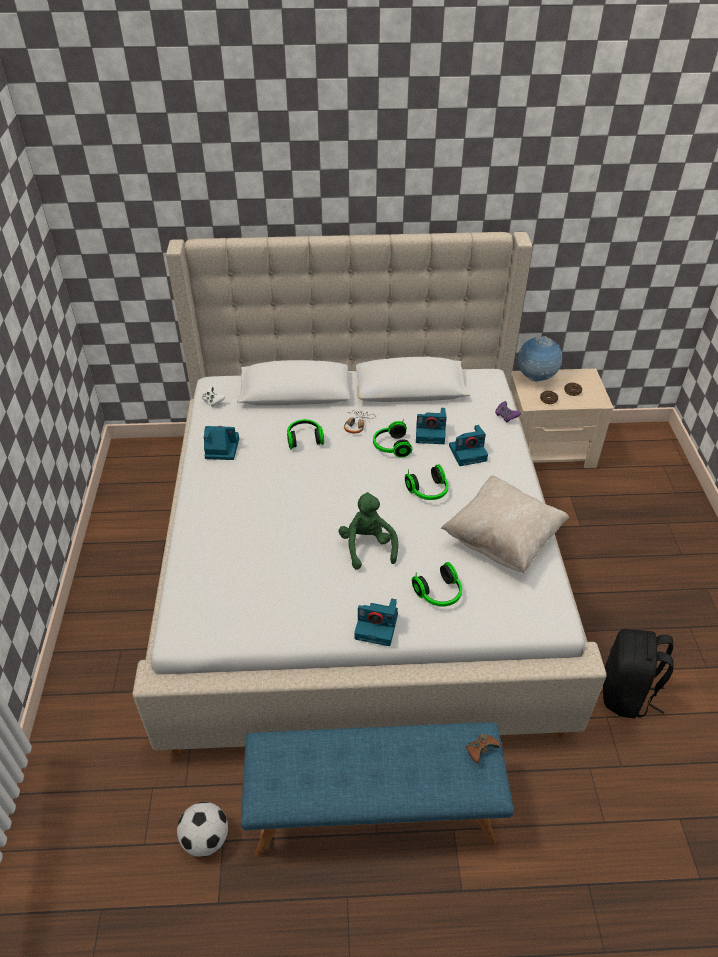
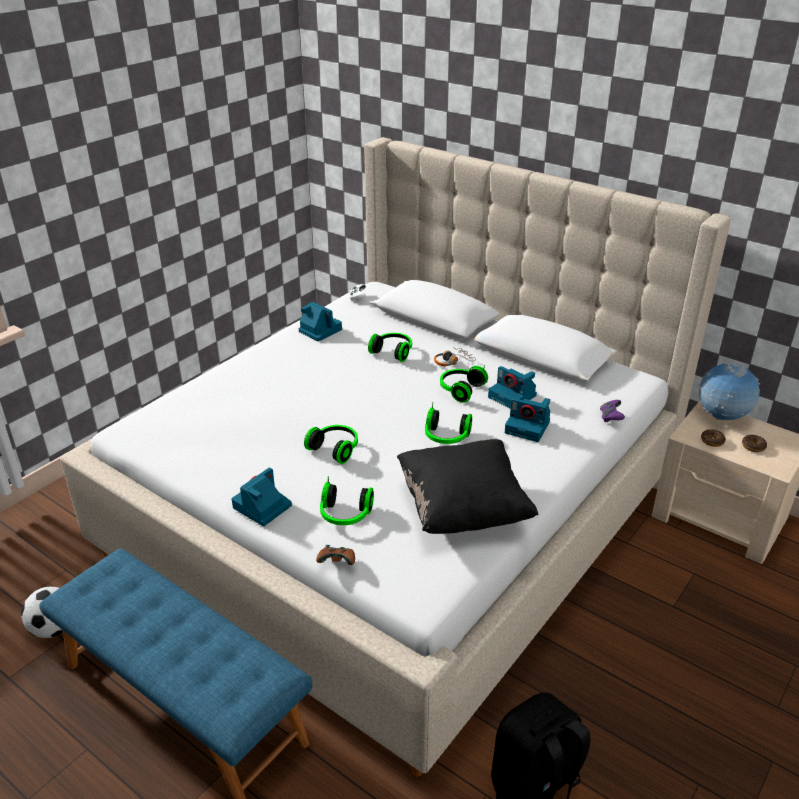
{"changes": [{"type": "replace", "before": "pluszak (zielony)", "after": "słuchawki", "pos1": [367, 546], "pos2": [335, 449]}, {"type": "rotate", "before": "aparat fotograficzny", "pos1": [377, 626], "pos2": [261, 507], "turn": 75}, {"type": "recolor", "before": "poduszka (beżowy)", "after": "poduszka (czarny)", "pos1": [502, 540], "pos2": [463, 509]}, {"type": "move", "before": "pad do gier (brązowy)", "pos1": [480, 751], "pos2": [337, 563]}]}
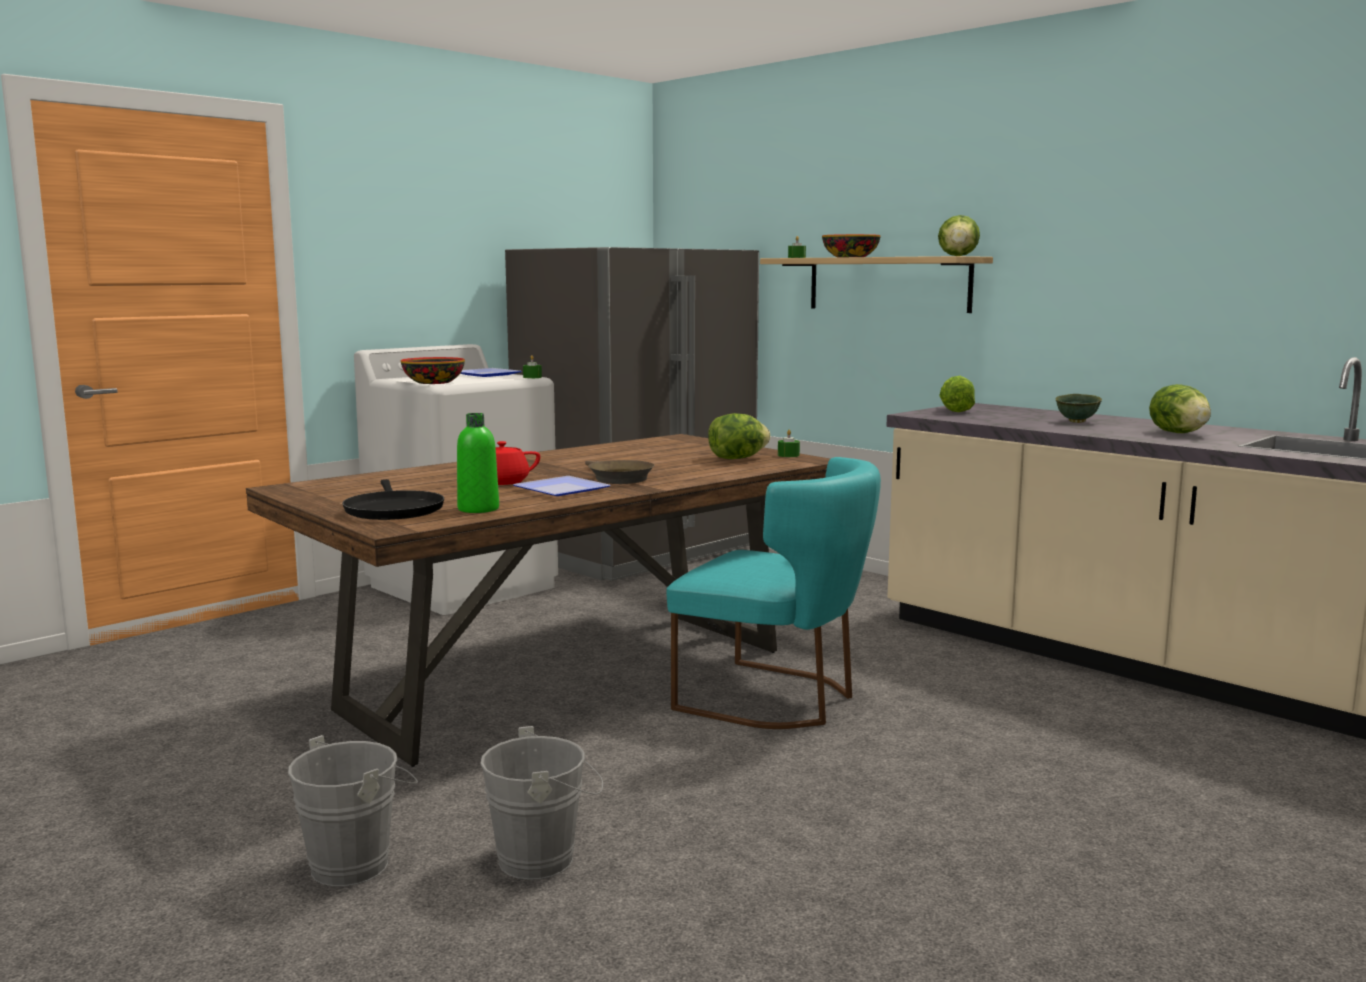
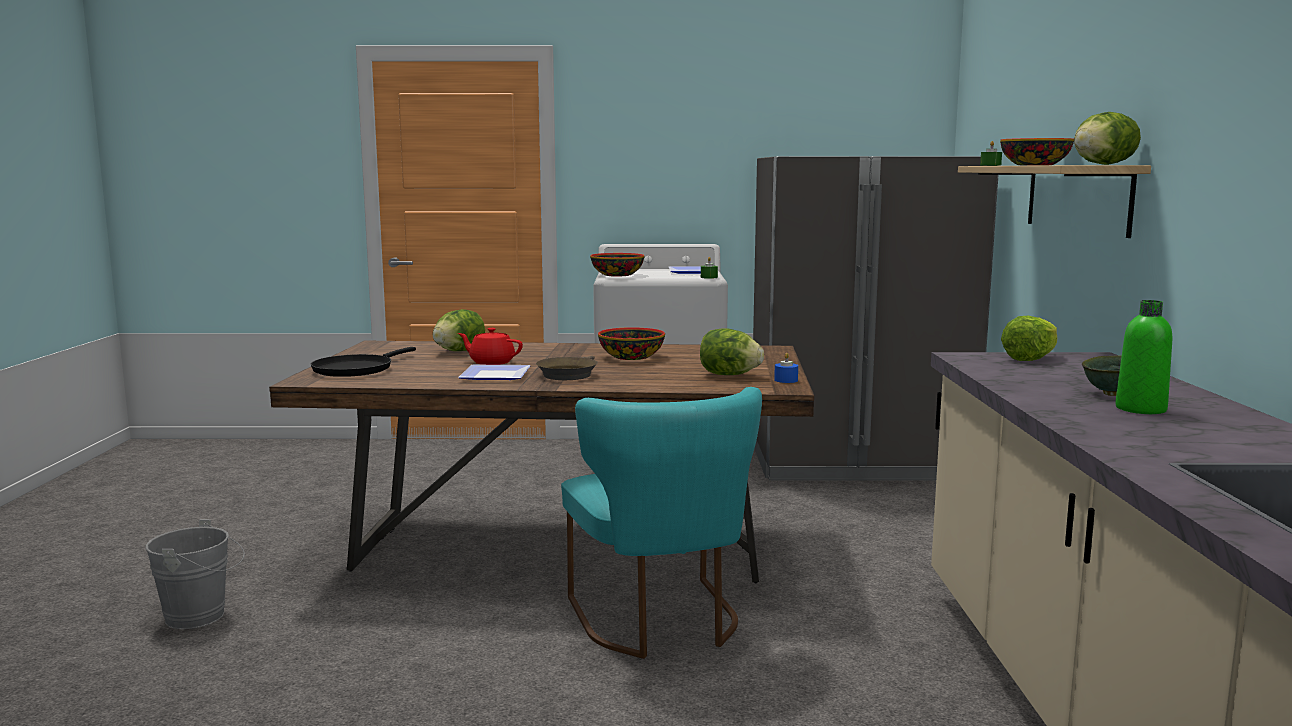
{"changes": [{"type": "move", "before": "butelka (zielony)", "pos1": [478, 509], "pos2": [1140, 409]}, {"type": "delete", "before": "wiadro (szary)", "pos1": [545, 859]}, {"type": "recolor", "before": "świeca (zielony)", "after": "świeca (niebieski)", "pos1": [788, 455], "pos2": [786, 380]}, {"type": "move", "before": "sałata", "pos1": [1179, 433], "pos2": [459, 351]}, {"type": "insert", "after": "miska", "pos2": [630, 357]}]}
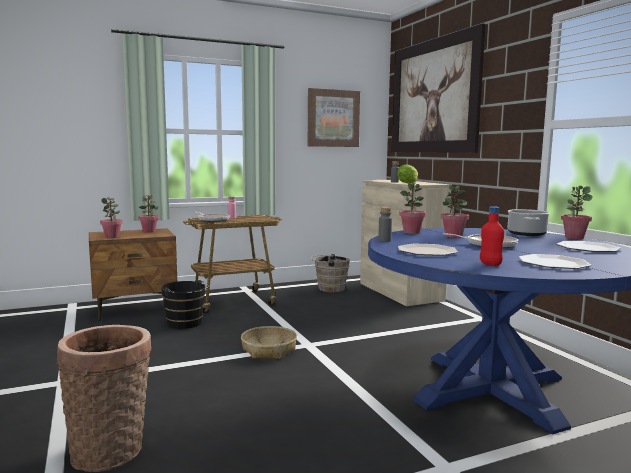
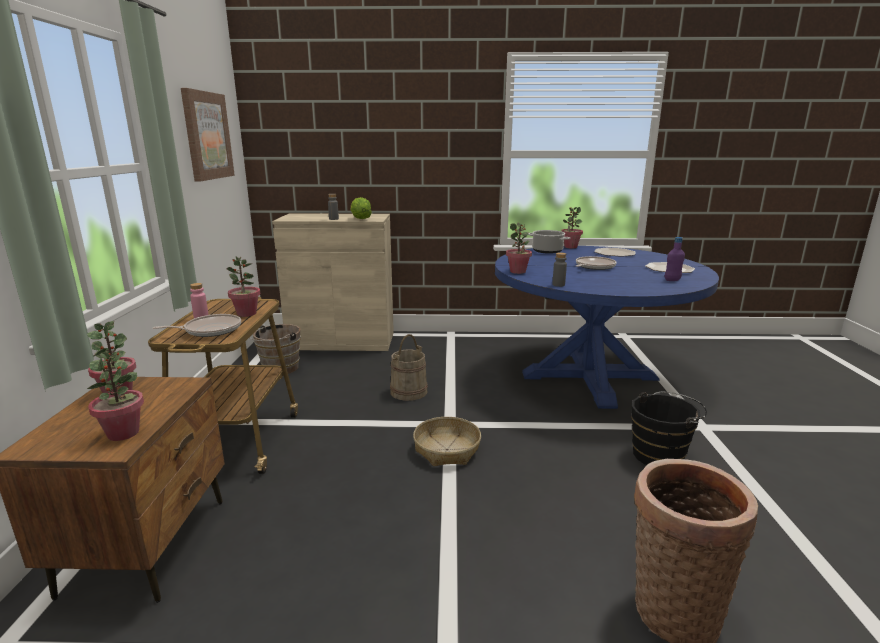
{"changes": [{"type": "move", "before": "wiadro (czarny)", "pos1": [186, 324], "pos2": [661, 455]}, {"type": "delete", "before": "obraz", "pos1": [433, 96]}, {"type": "delete", "before": "talerz", "pos1": [427, 251]}, {"type": "move", "before": "roślina doniczkowa", "pos1": [453, 236], "pos2": [246, 314]}, {"type": "recolor", "before": "butelka (czerwony)", "after": "butelka (fioletowy)", "pos1": [490, 264], "pos2": [672, 280]}, {"type": "insert", "after": "wiadro (beżowy)", "pos2": [408, 391]}]}
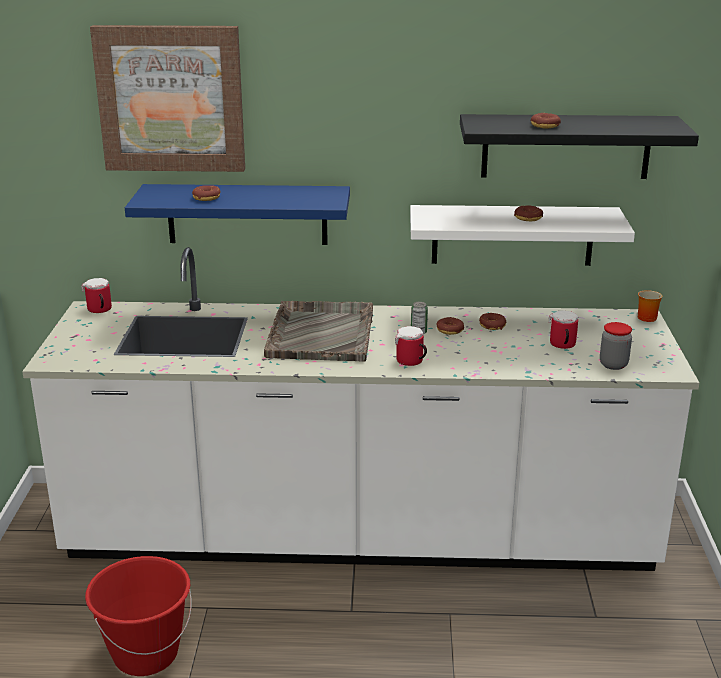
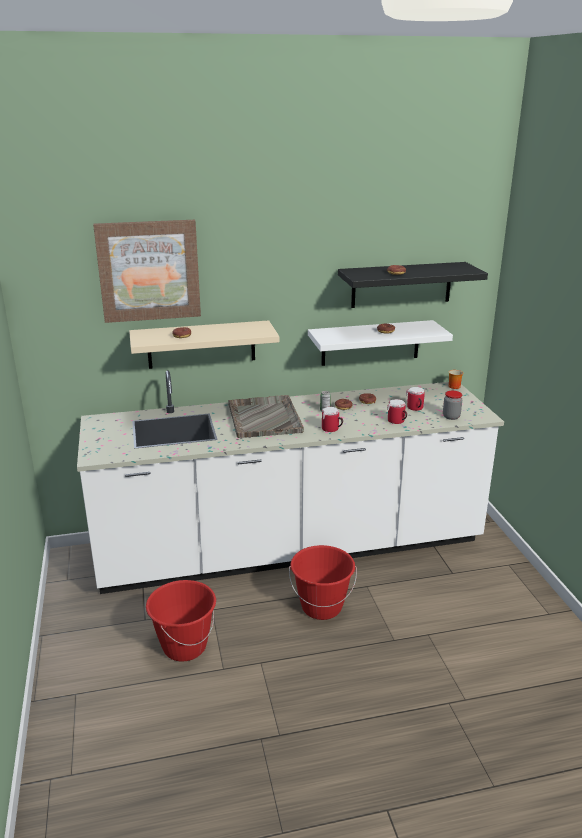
{"changes": [{"type": "move", "before": "kubek", "pos1": [99, 310], "pos2": [397, 422]}, {"type": "recolor", "before": "półka (niebieski)", "after": "półka (beżowy)", "pos1": [247, 214], "pos2": [201, 344]}, {"type": "insert", "after": "wiadro (czerwony)", "pos2": [321, 607]}]}
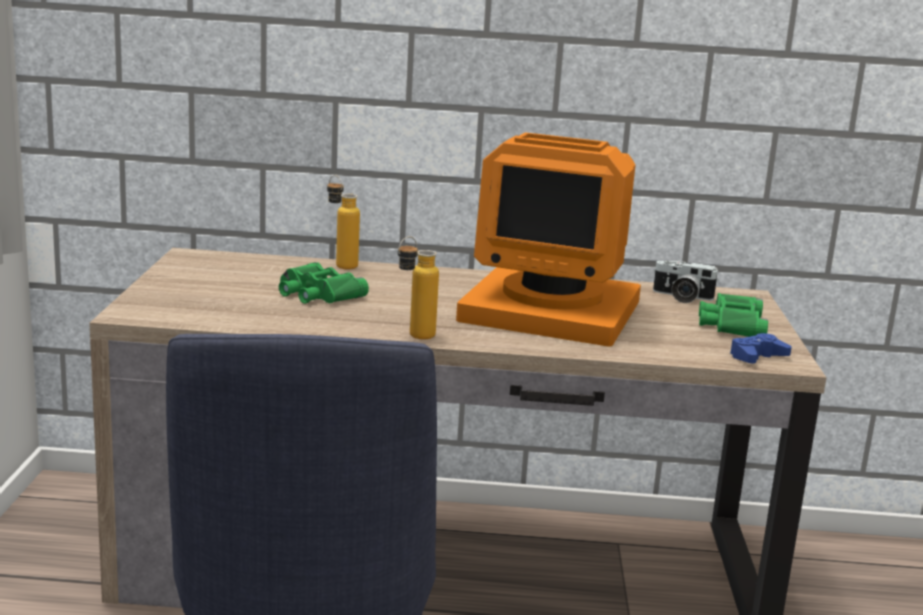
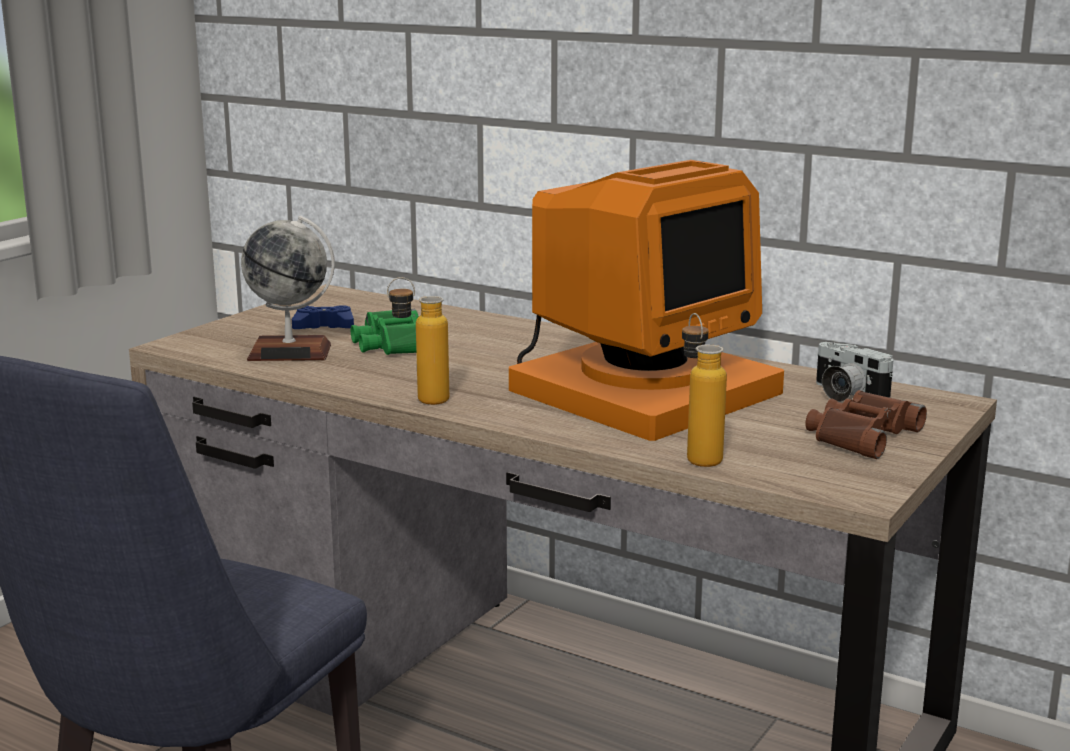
{"changes": [{"type": "move", "before": "butelka", "pos1": [340, 264], "pos2": [698, 456]}, {"type": "rotate", "before": "monitor", "pos1": [552, 309], "pos2": [641, 389], "turn": -90}, {"type": "recolor", "before": "lornetka (zielony)", "after": "lornetka (brązowy)", "pos1": [731, 324], "pos2": [860, 435]}, {"type": "move", "before": "pad do gier (niebieski)", "pos1": [757, 357], "pos2": [324, 327]}, {"type": "insert", "after": "globus", "pos2": [290, 352]}]}
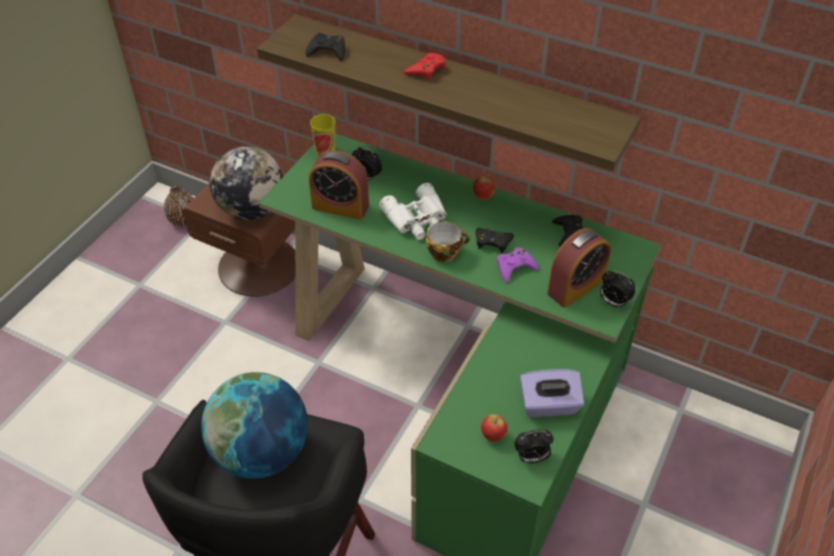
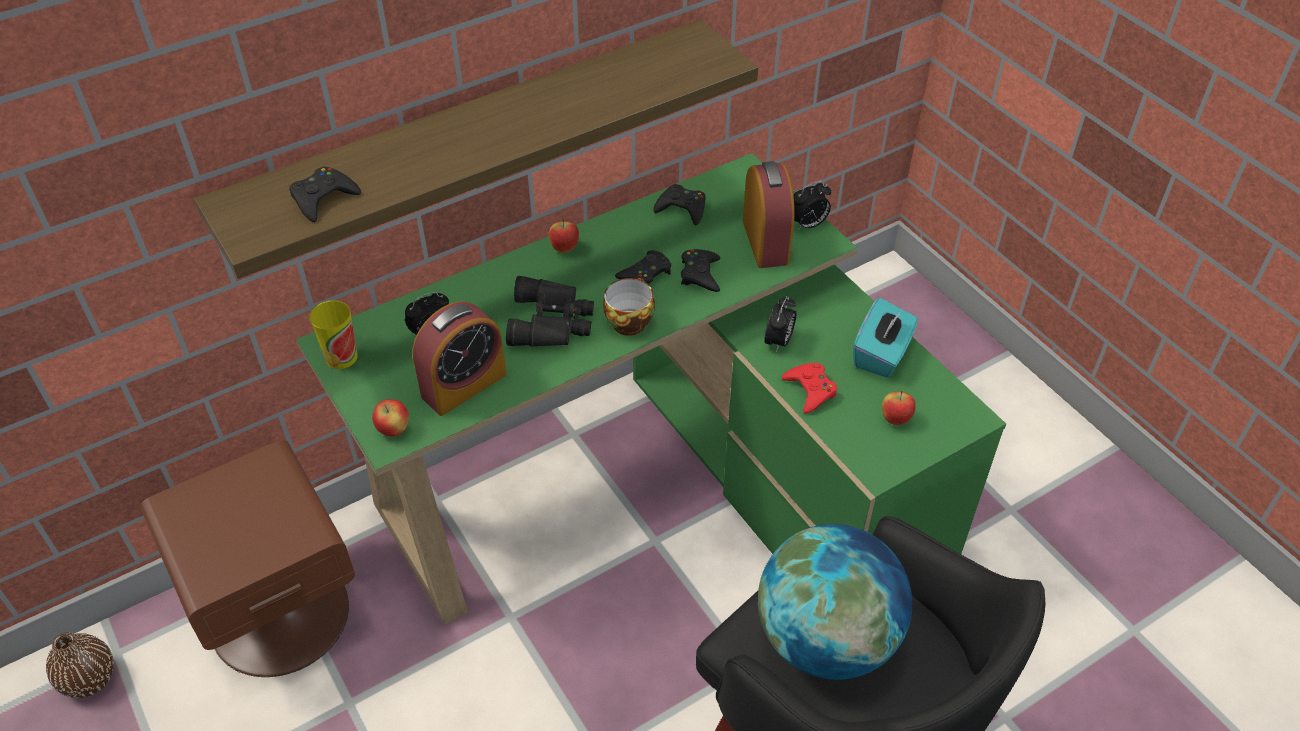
{"changes": [{"type": "delete", "before": "globus", "pos1": [252, 210]}, {"type": "recolor", "before": "lornetka (biały)", "after": "lornetka (czarny)", "pos1": [417, 219], "pos2": [552, 321]}, {"type": "move", "before": "pad do gier (czerwony)", "pos1": [426, 70], "pos2": [810, 390]}, {"type": "recolor", "before": "pad do gier (fioletowy)", "after": "pad do gier (czarny)", "pos1": [515, 267], "pos2": [700, 274]}, {"type": "move", "before": "budzik", "pos1": [531, 458], "pos2": [779, 342]}, {"type": "recolor", "before": "pudełko chusteczek (fioletowy)", "after": "pudełko chusteczek (turkusowy)", "pos1": [549, 405], "pos2": [881, 354]}, {"type": "insert", "after": "jabłko", "pos2": [394, 430]}]}
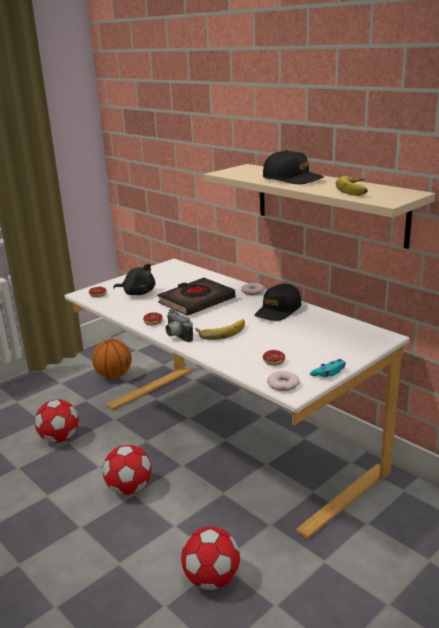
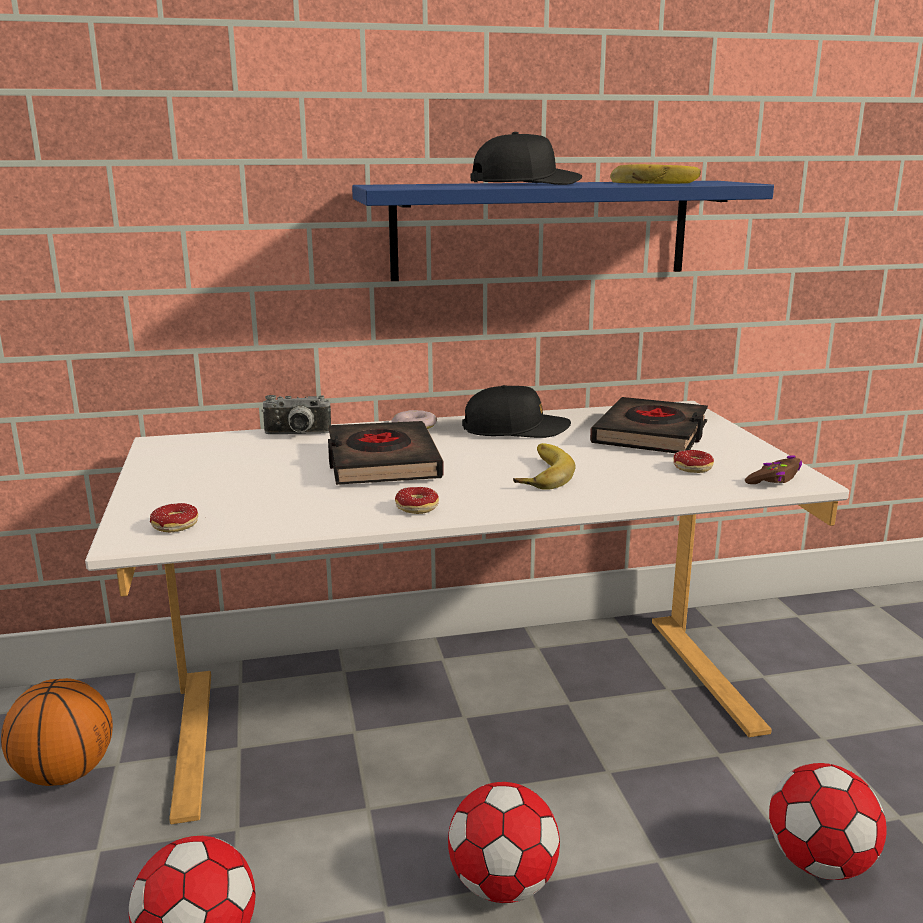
{"changes": [{"type": "delete", "before": "pluszak (czarny)", "pos1": [138, 293]}, {"type": "move", "before": "aparat fotograficzny", "pos1": [176, 336], "pos2": [297, 435]}, {"type": "recolor", "before": "półka (beżowy)", "after": "półka (niebieski)", "pos1": [328, 203], "pos2": [541, 230]}, {"type": "rotate", "before": "czapka z daszkiem (czarny)", "pos1": [278, 311], "pos2": [515, 429], "turn": -75}, {"type": "replace", "before": "donut", "after": "pad do gier (brązowy)", "pos1": [283, 384], "pos2": [774, 479]}, {"type": "delete", "before": "pad do gier (turkusowy)", "pos1": [329, 372]}, {"type": "insert", "after": "książka (czarny)", "pos2": [651, 435]}]}
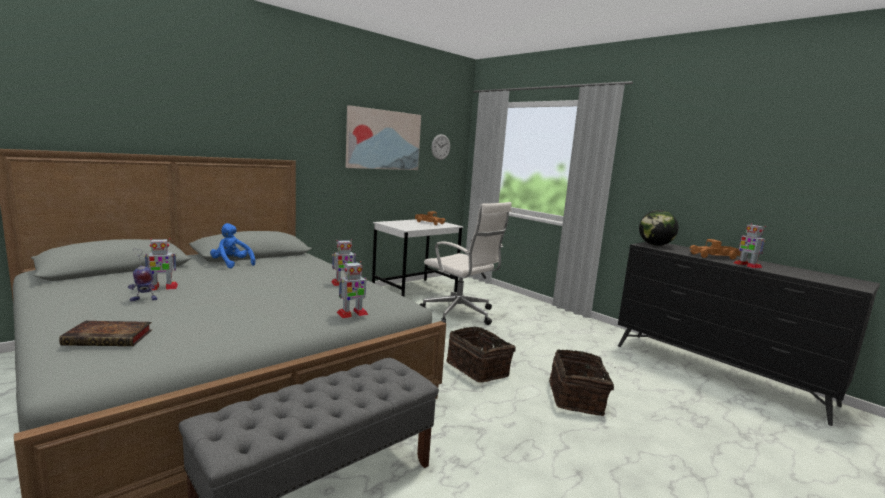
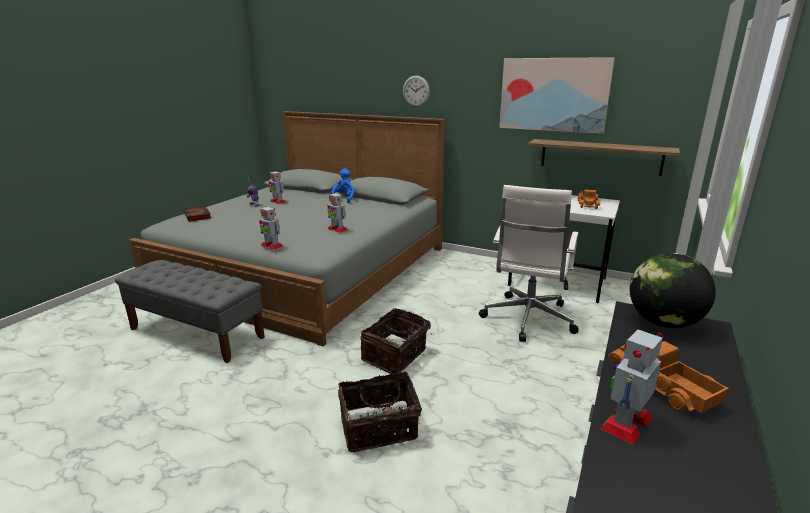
{"changes": [{"type": "move", "before": "zegar ścienny", "pos1": [440, 147], "pos2": [416, 91]}, {"type": "insert", "after": "półka", "pos2": [600, 156]}]}
